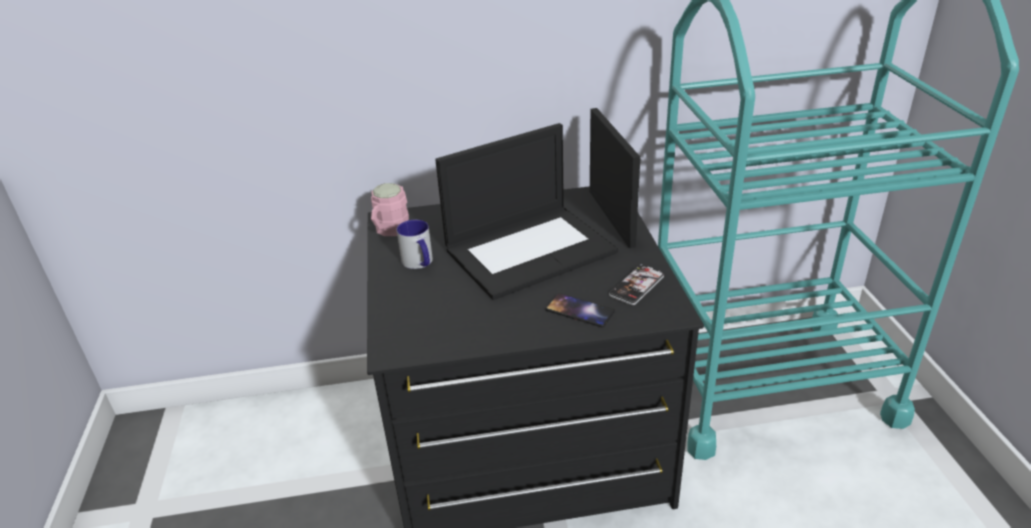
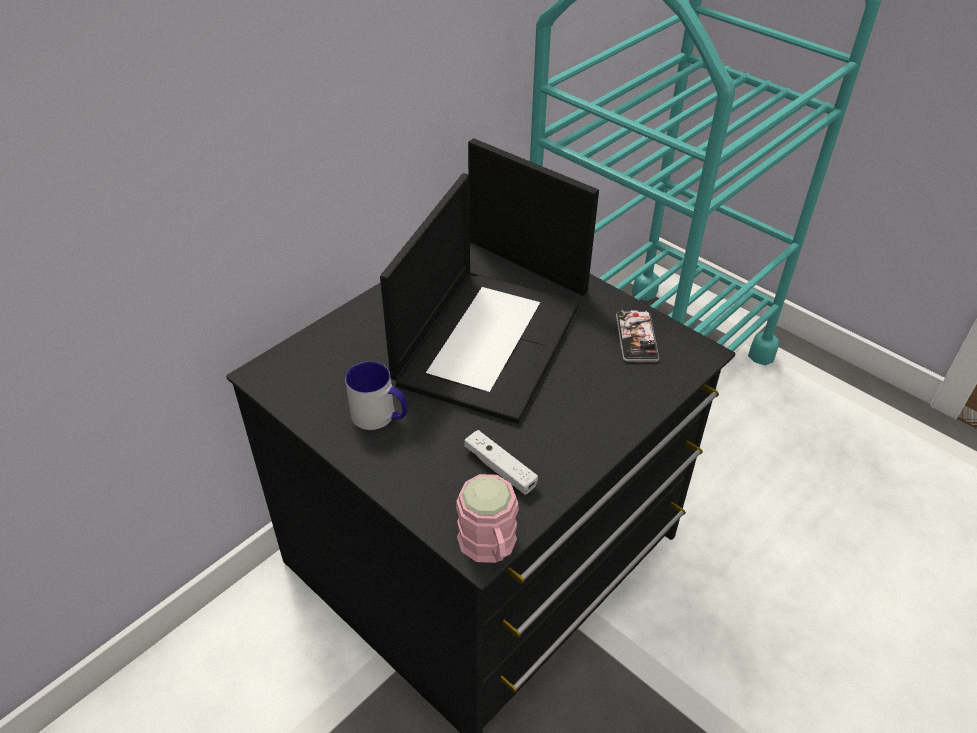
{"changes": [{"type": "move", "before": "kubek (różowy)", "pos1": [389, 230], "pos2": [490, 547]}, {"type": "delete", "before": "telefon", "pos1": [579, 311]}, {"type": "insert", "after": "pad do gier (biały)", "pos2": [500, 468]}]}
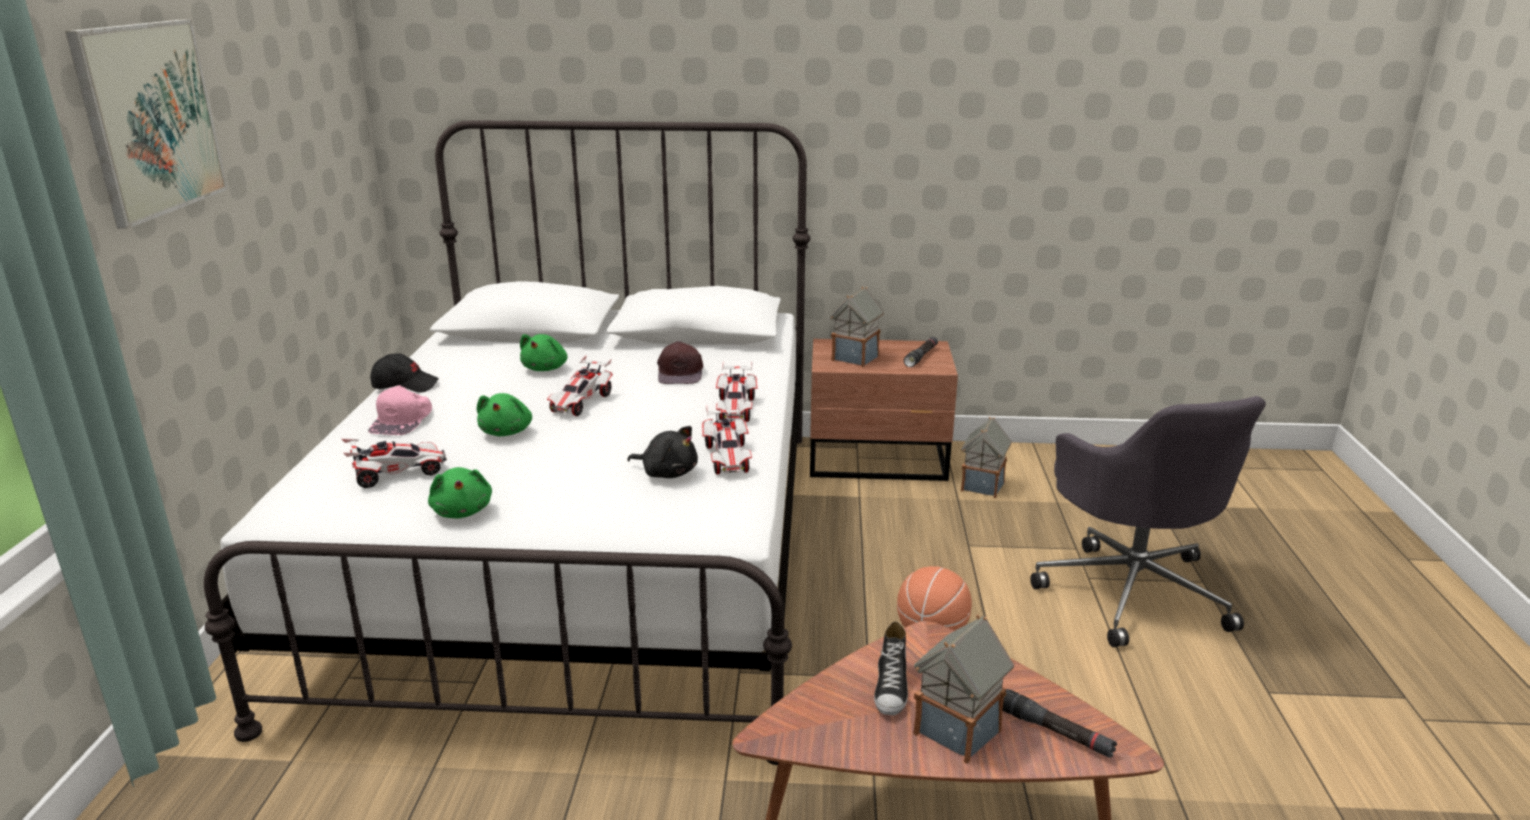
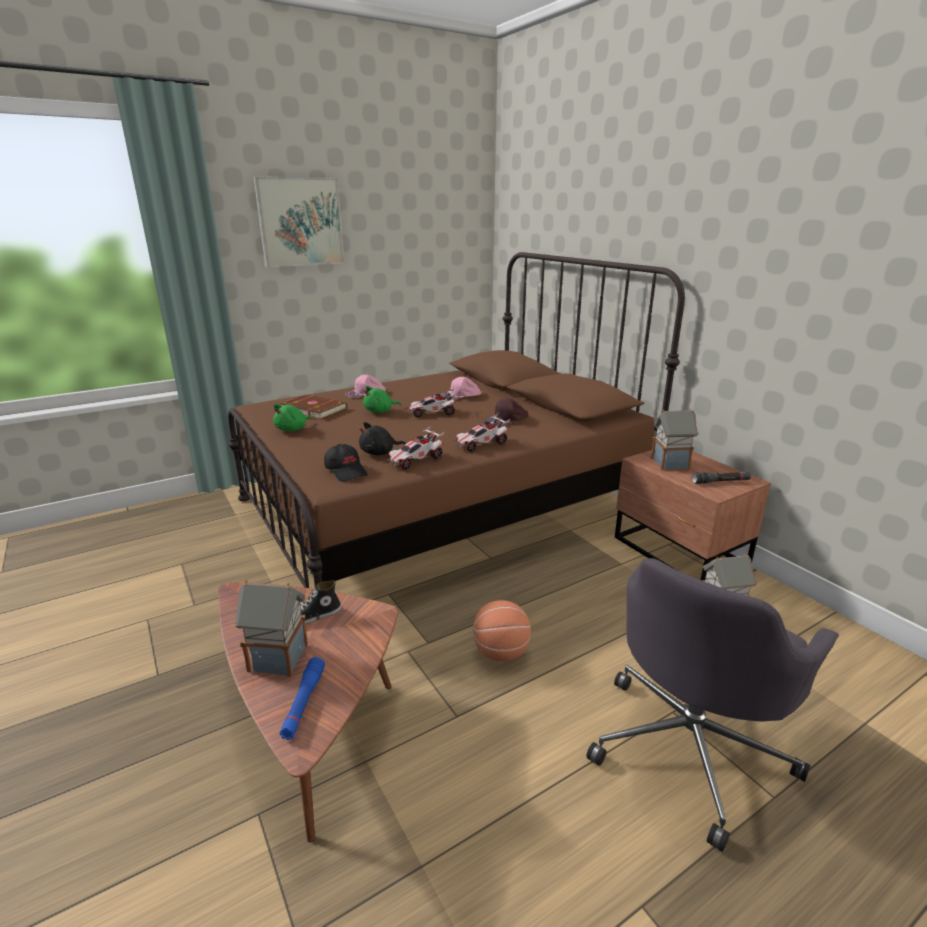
{"changes": [{"type": "recolor", "before": "łóżko (biały)", "after": "łóżko (brązowy)", "pos1": [588, 554], "pos2": [441, 508]}, {"type": "replace", "before": "samochodzik", "after": "książka (brązowy)", "pos1": [398, 474], "pos2": [314, 409]}, {"type": "move", "before": "czapka z daszkiem (czarny)", "pos1": [405, 385], "pos2": [346, 471]}, {"type": "replace", "before": "pluszak (zielony)", "after": "czapka z daszkiem (różowy)", "pos1": [546, 368], "pos2": [461, 395]}, {"type": "rotate", "before": "pluszak (czarny)", "pos1": [667, 473], "pos2": [380, 453], "turn": 75}, {"type": "recolor", "before": "latarka (czarny)", "after": "latarka (niebieski)", "pos1": [1055, 732], "pos2": [303, 703]}]}
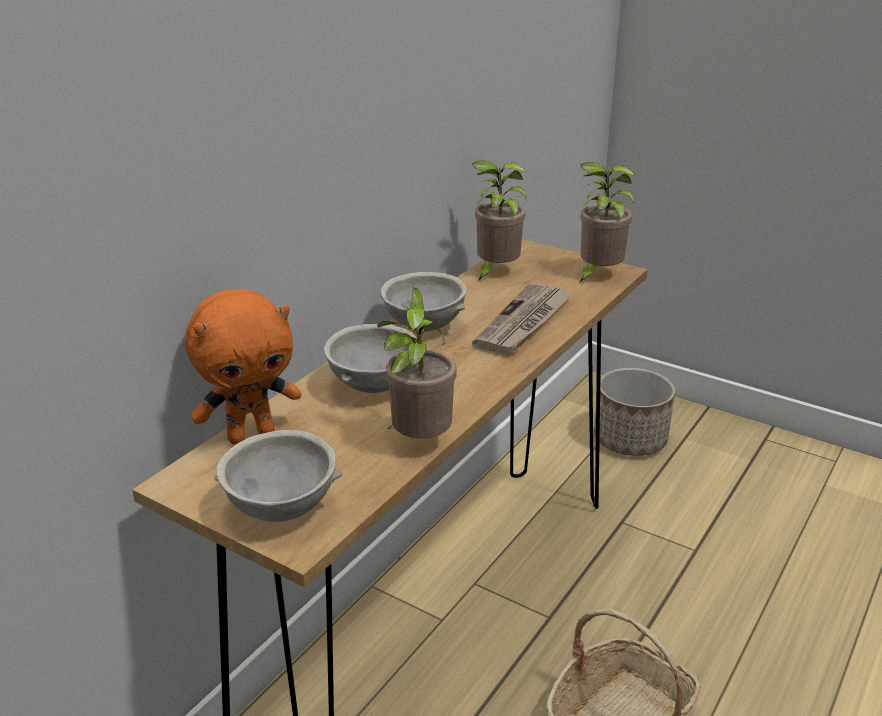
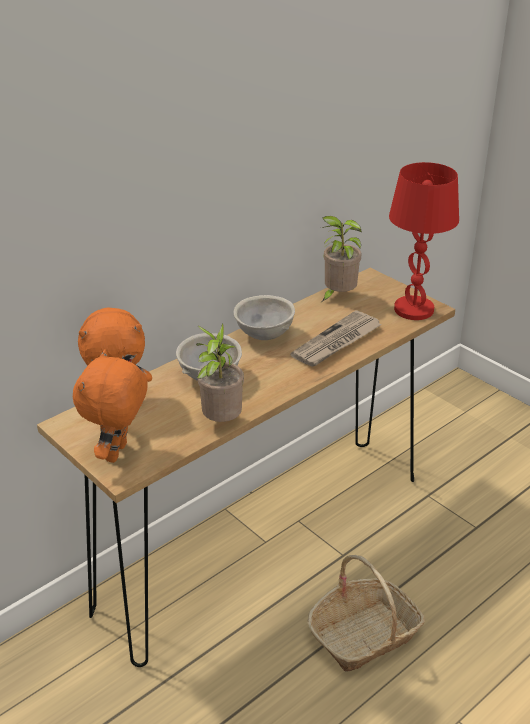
{"changes": [{"type": "replace", "before": "miska (szary)", "after": "pluszak (pomarańczowy)", "pos1": [282, 510], "pos2": [118, 453]}, {"type": "replace", "before": "roślina doniczkowa", "after": "lampa stołowa (czerwony)", "pos1": [598, 275], "pos2": [413, 309]}, {"type": "delete", "before": "donica", "pos1": [630, 439]}]}
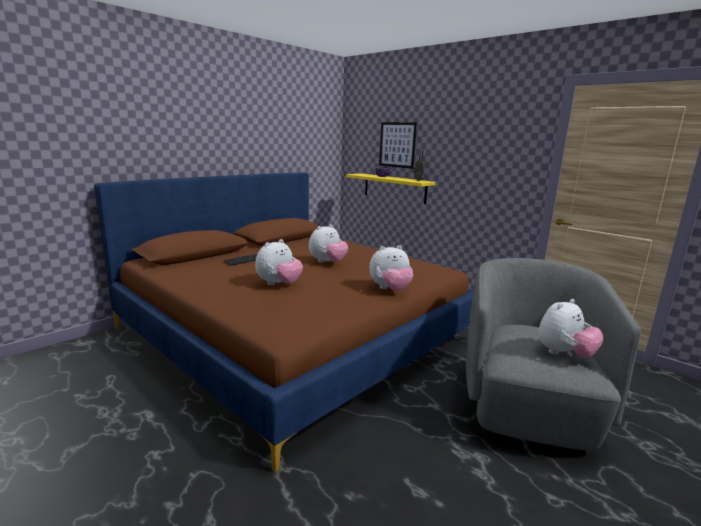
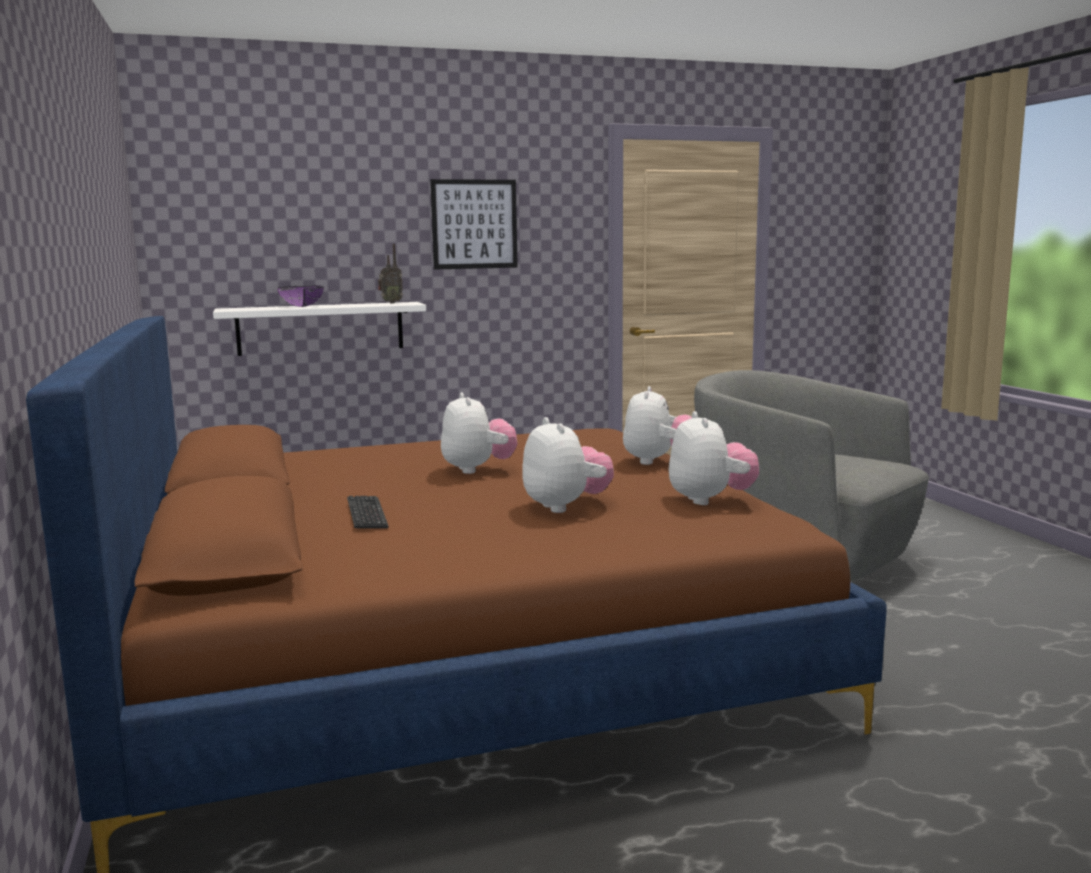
{"changes": [{"type": "recolor", "before": "półka (żółty)", "after": "półka (biały)", "pos1": [394, 188], "pos2": [320, 328]}, {"type": "move", "before": "obraz", "pos1": [397, 145], "pos2": [474, 224]}, {"type": "move", "before": "pluszak", "pos1": [564, 354], "pos2": [710, 500]}]}
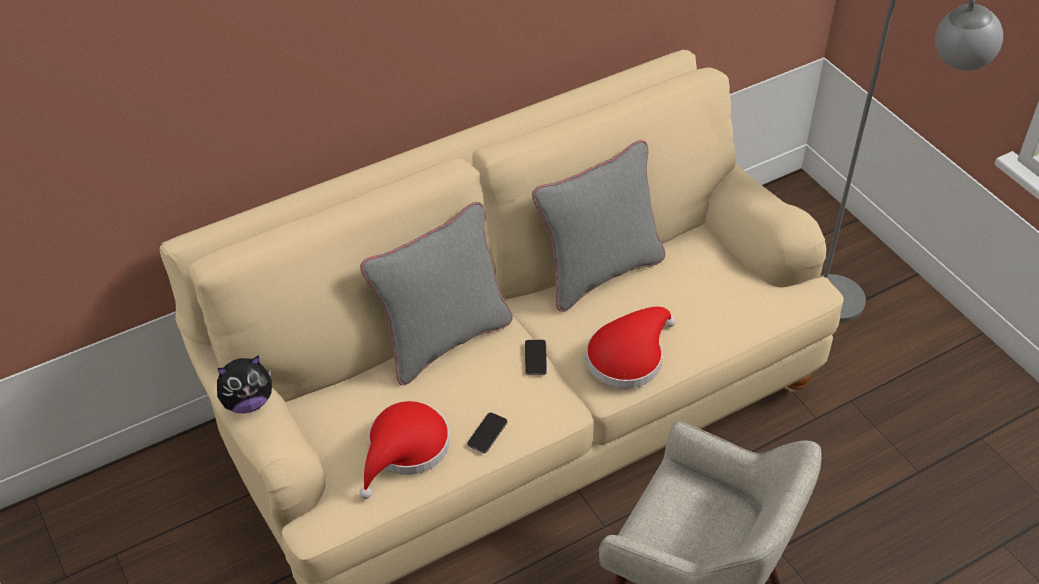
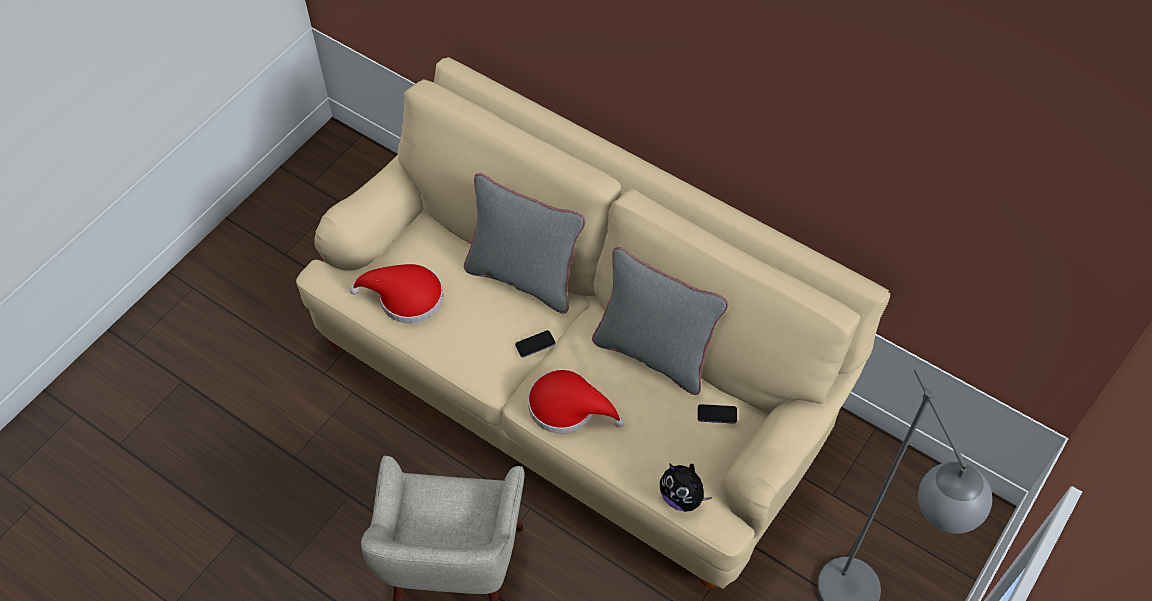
{"changes": [{"type": "move", "before": "pluszak", "pos1": [247, 402], "pos2": [682, 497]}, {"type": "move", "before": "telefon", "pos1": [487, 434], "pos2": [717, 414]}]}
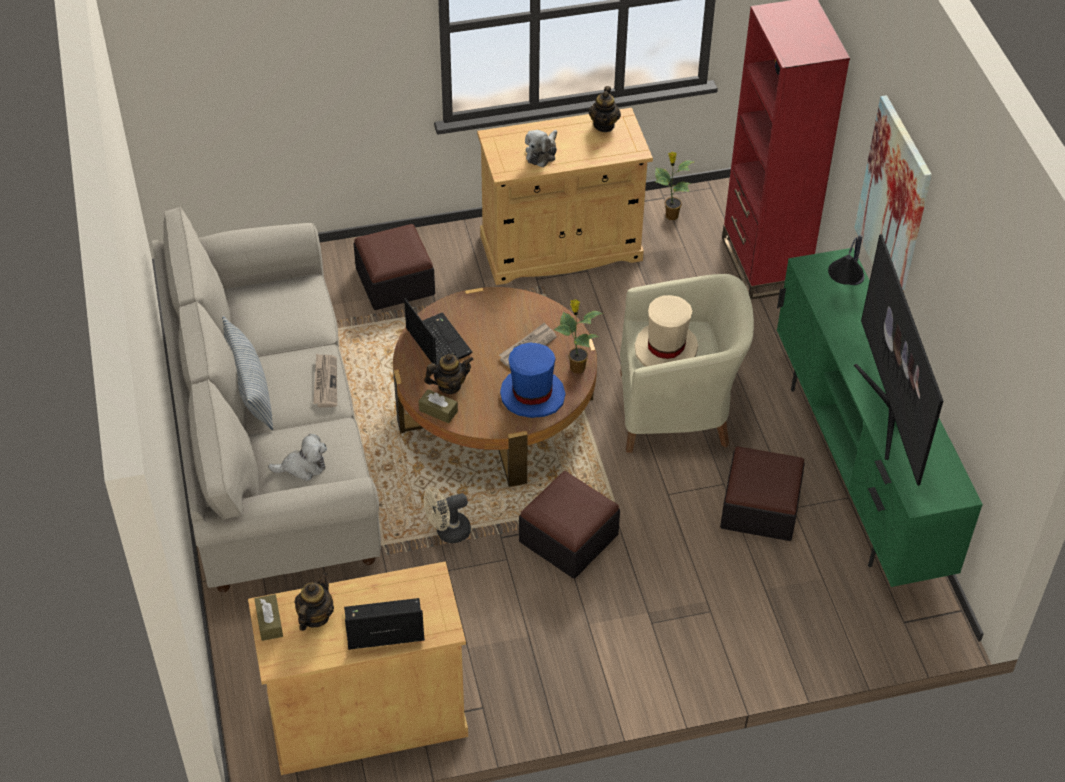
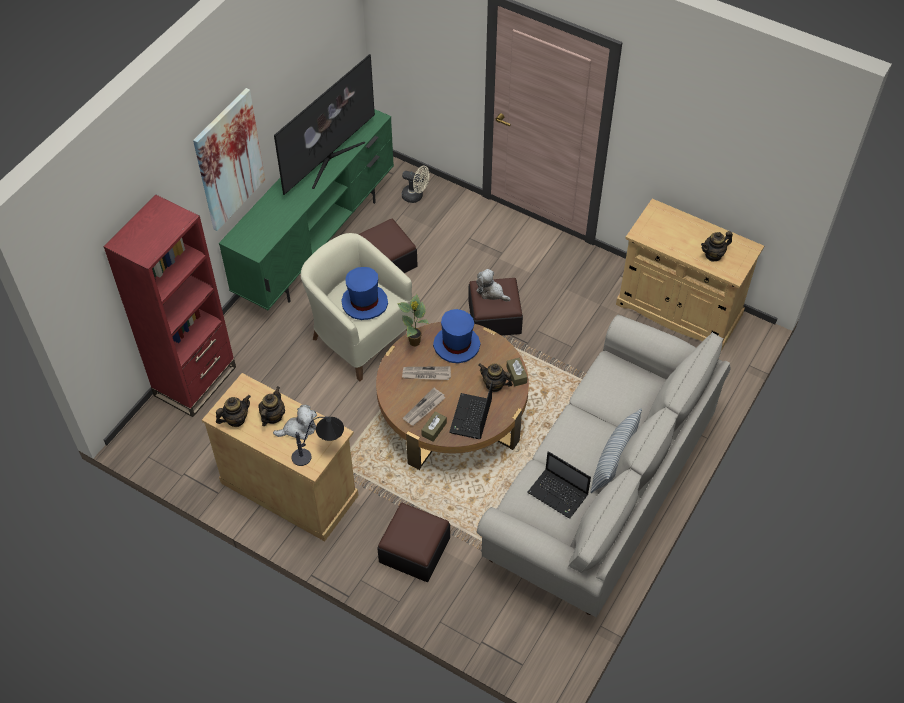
{"changes": [{"type": "move", "before": "pudełko chusteczek (brązowy)", "pos1": [269, 622], "pos2": [434, 429]}, {"type": "move", "before": "pluszak", "pos1": [303, 467], "pos2": [491, 292]}, {"type": "move", "before": "gazeta", "pos1": [325, 382], "pos2": [424, 408]}, {"type": "move", "before": "laptop", "pos1": [382, 627], "pos2": [559, 494]}, {"type": "move", "before": "wentylator (beżowy)", "pos1": [447, 532], "pos2": [416, 196]}, {"type": "recolor", "before": "kapelusz (beżowy)", "after": "kapelusz (niebieski)", "pos1": [666, 349], "pos2": [364, 303]}, {"type": "delete", "before": "roślina doniczkowa", "pos1": [670, 215]}, {"type": "move", "before": "lampa stołowa", "pos1": [844, 292], "pos2": [321, 451]}, {"type": "insert", "after": "imbryk", "pos2": [272, 416]}]}
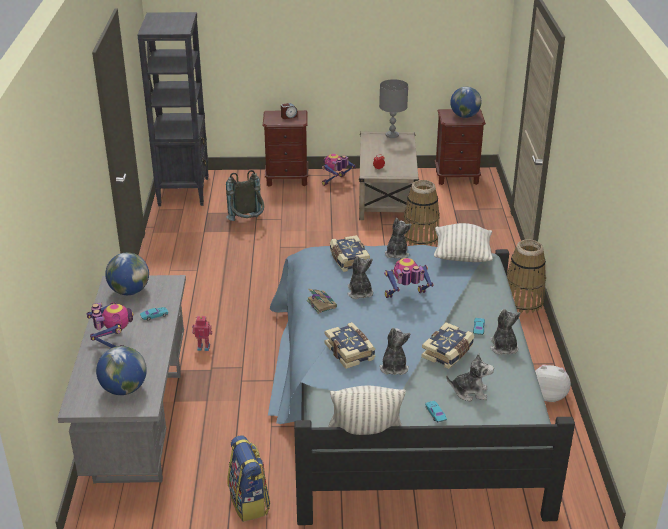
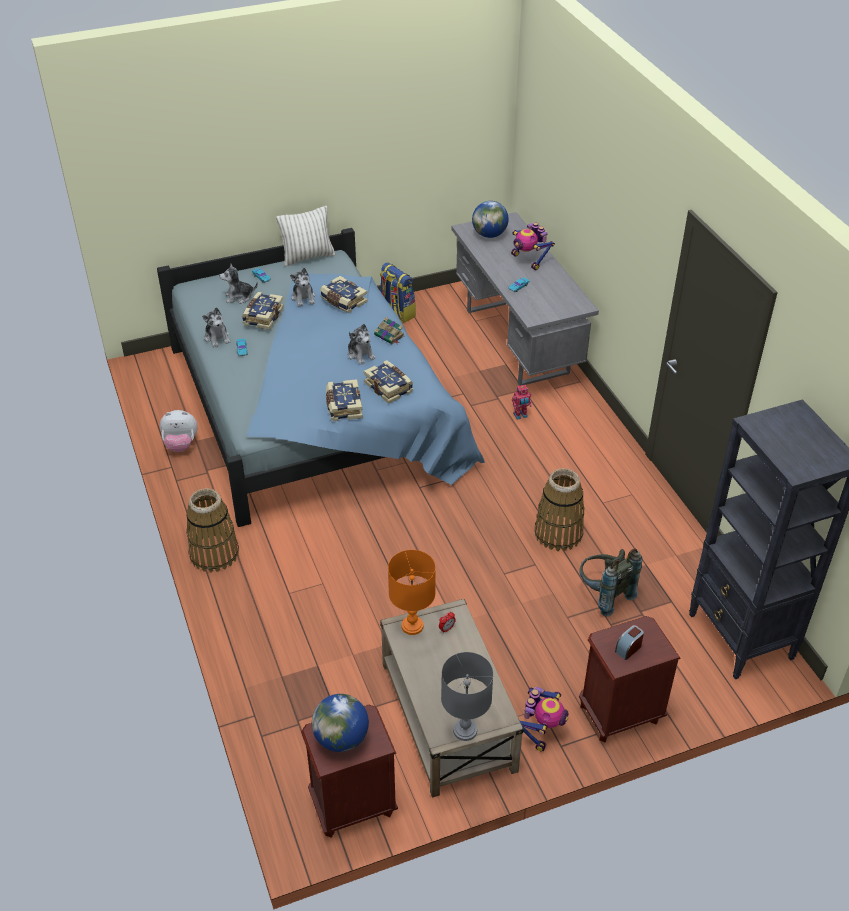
{"changes": [{"type": "delete", "before": "globus", "pos1": [129, 291]}, {"type": "delete", "before": "robot zabawkowy", "pos1": [406, 297]}, {"type": "replace", "before": "pluszak", "after": "książka", "pos1": [396, 253], "pos2": [343, 406]}, {"type": "move", "before": "koszyk", "pos1": [420, 237], "pos2": [558, 533]}, {"type": "delete", "before": "poduszka", "pos1": [462, 257]}, {"type": "insert", "after": "lampa stołowa (pomarańczowy)", "pos2": [412, 625]}]}
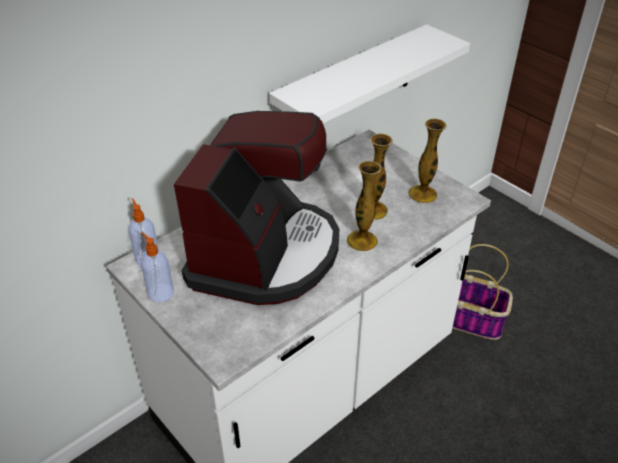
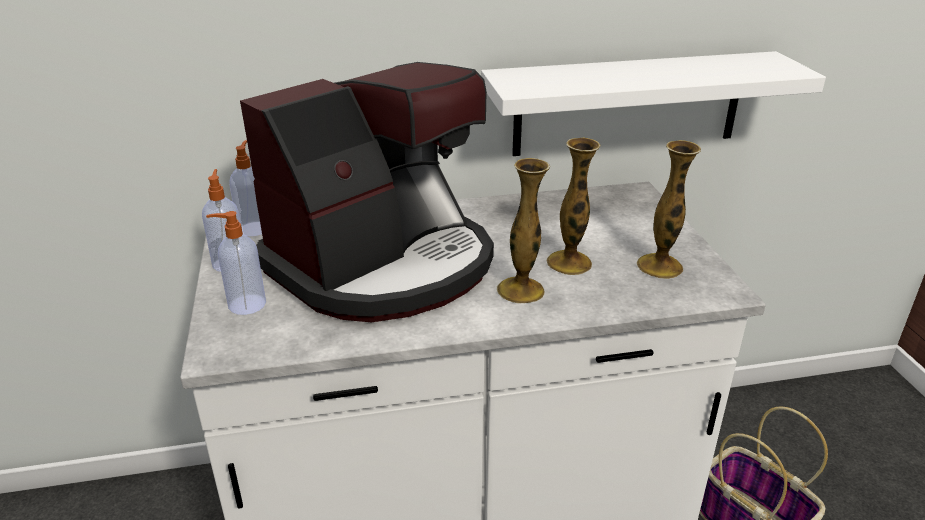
{"changes": [{"type": "insert", "after": "dozownik mydła", "pos2": [245, 304]}]}
